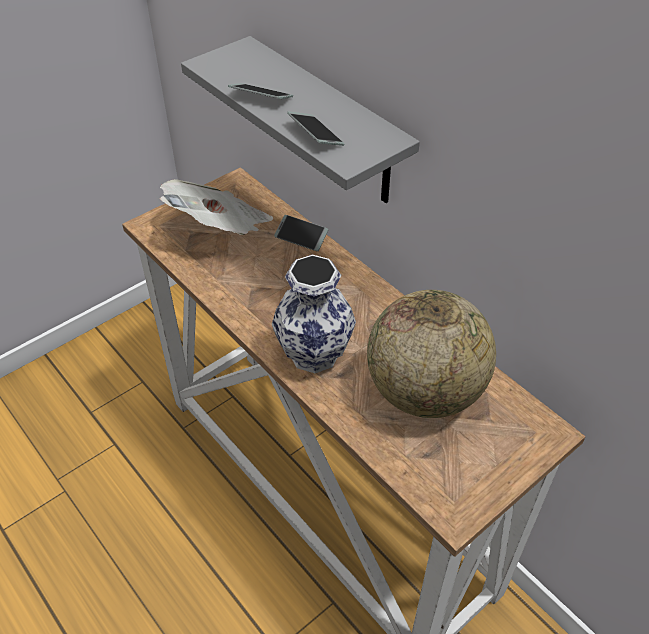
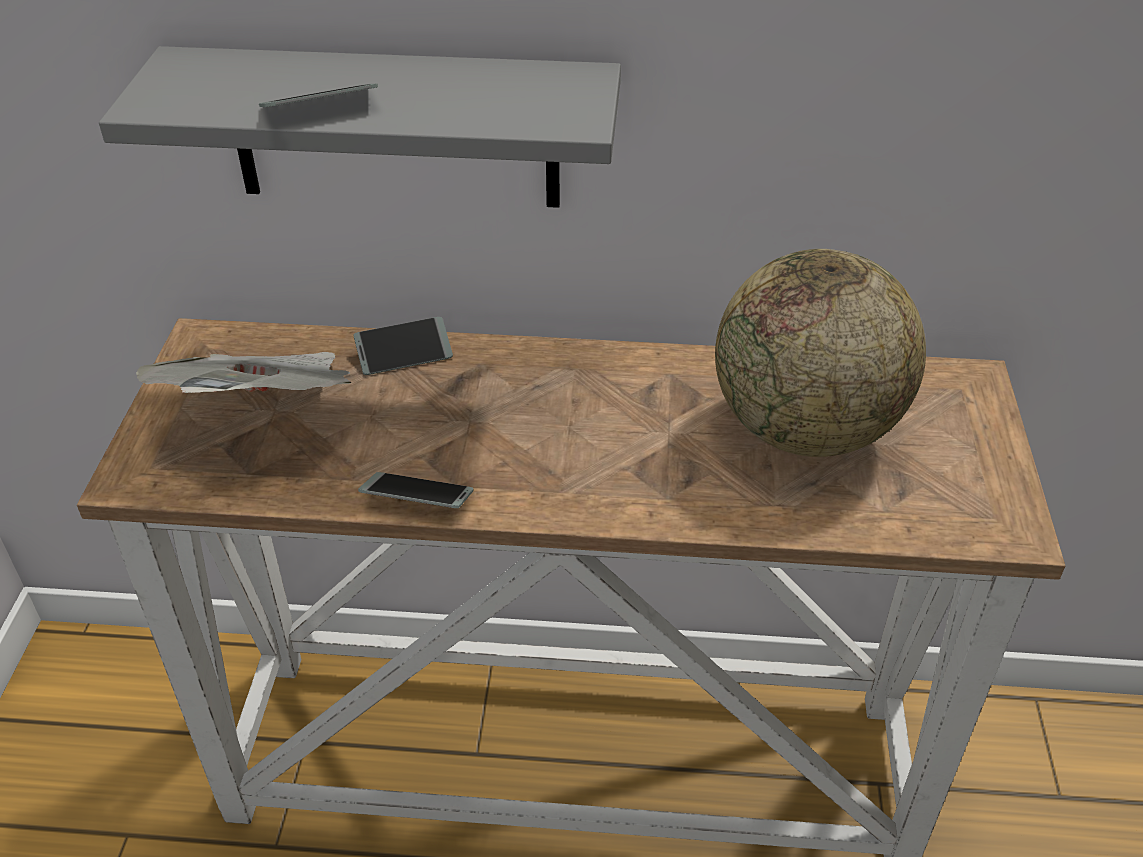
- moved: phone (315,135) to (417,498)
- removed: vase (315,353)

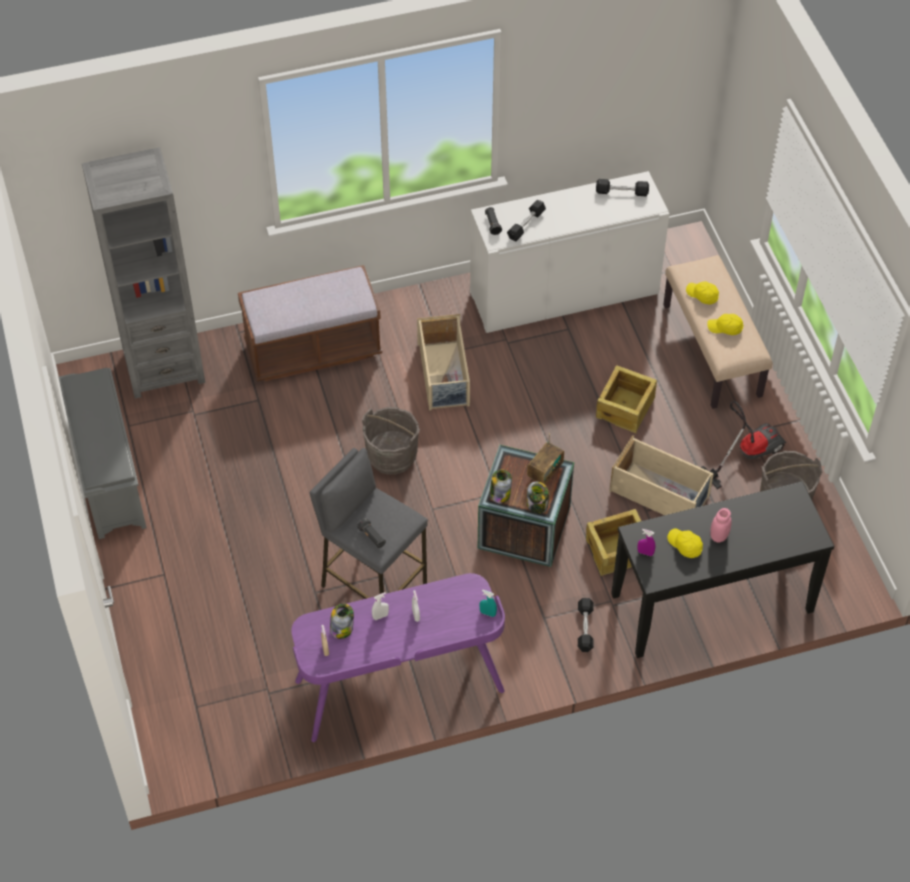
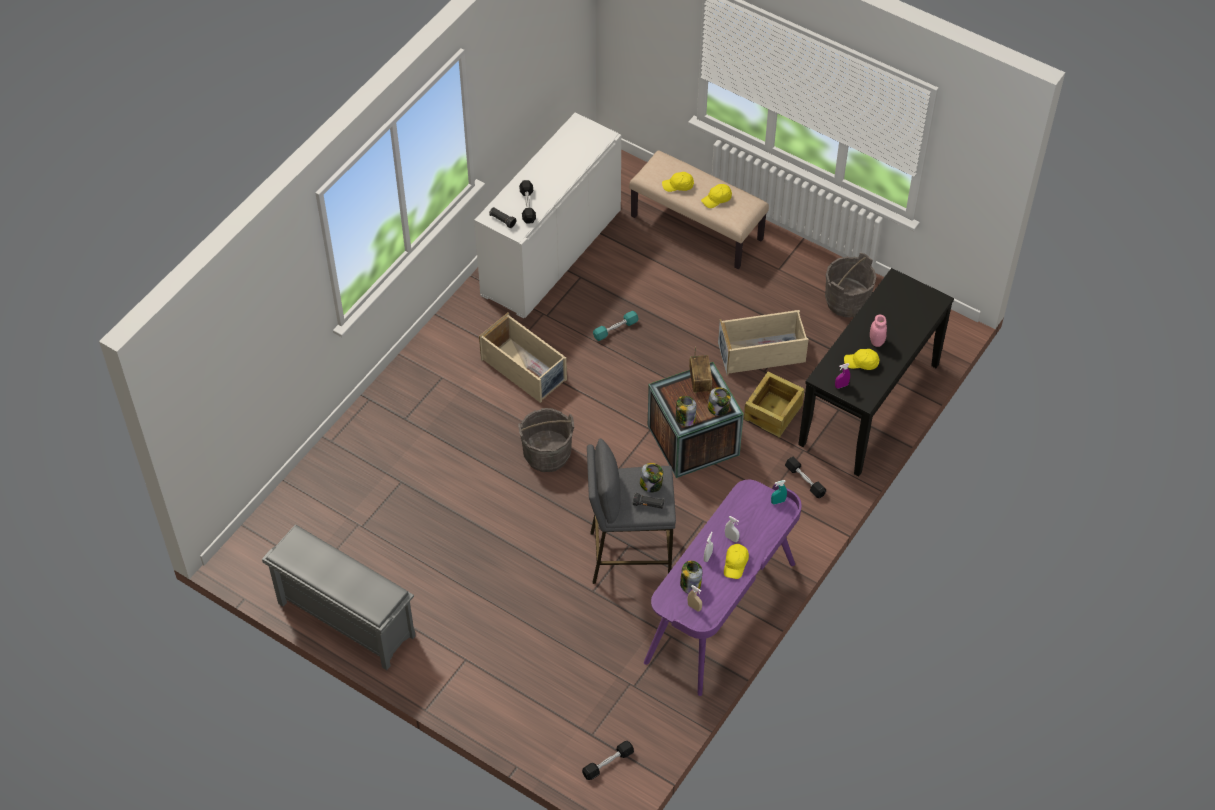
- moved: dumbbell (black) (622,192) to (608,763)
- added: dumbbell (turquoise) (615,329)
- added: jar (651,484)
- added: cap (yellow) (735,564)
- removed: bookcase (grey) (164,367)
- removed: bench (brown) (313,349)
- removed: crate (626,407)
- removed: vacuum cleaner (746,453)

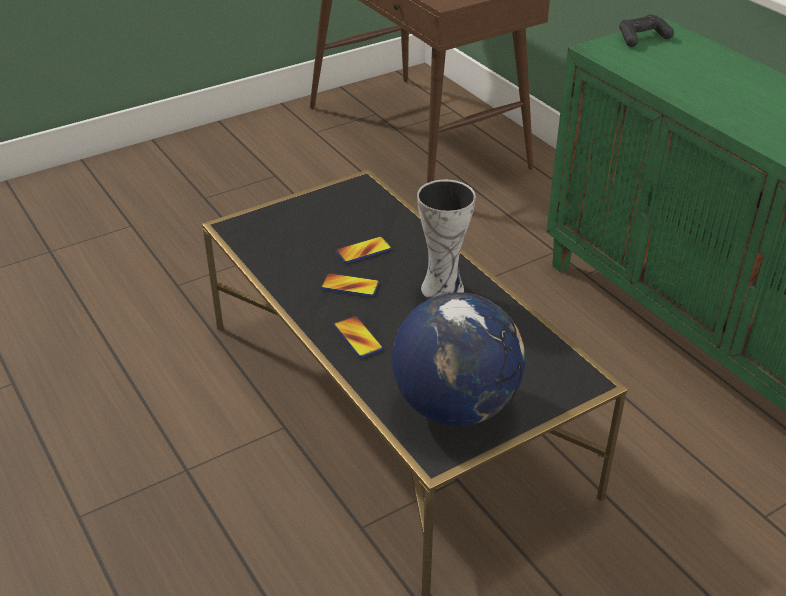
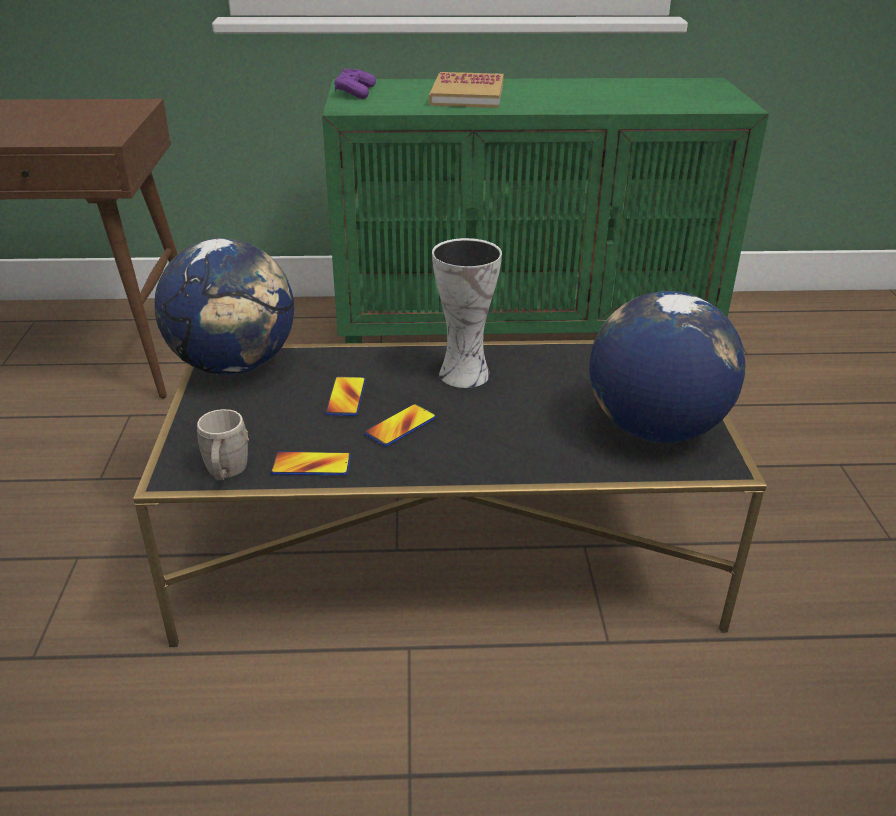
- added: globe (235,365)
- added: mug (grey) (226,473)
- moved: phone (357,337) to (311,465)
- recoloured: game controller (black) (642,38) to game controller (purple) (355,92)
- added: book (467,95)

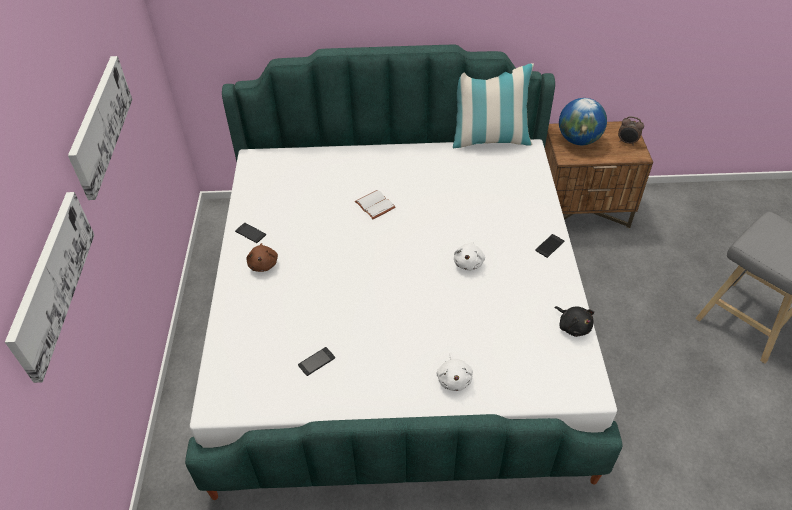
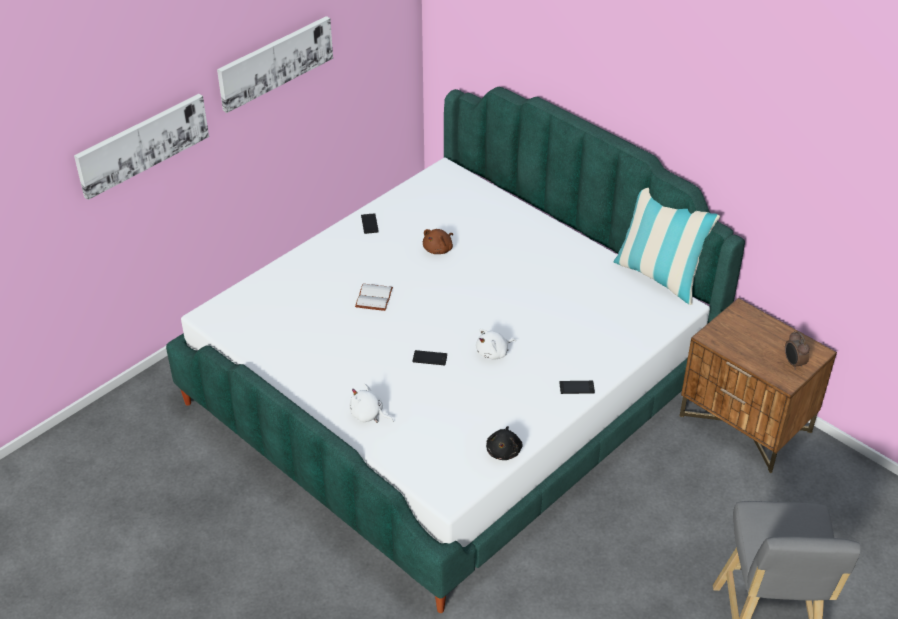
- turned: plush toy (white) (454,379) = (368,415) 75 degrees clockwise
- moved: book (white) (373,205) to (373,297)
- moved: phone (316,361) to (430,358)
- moved: plush toy (brown) (263,264) to (439,249)
- removed: globe (578,140)

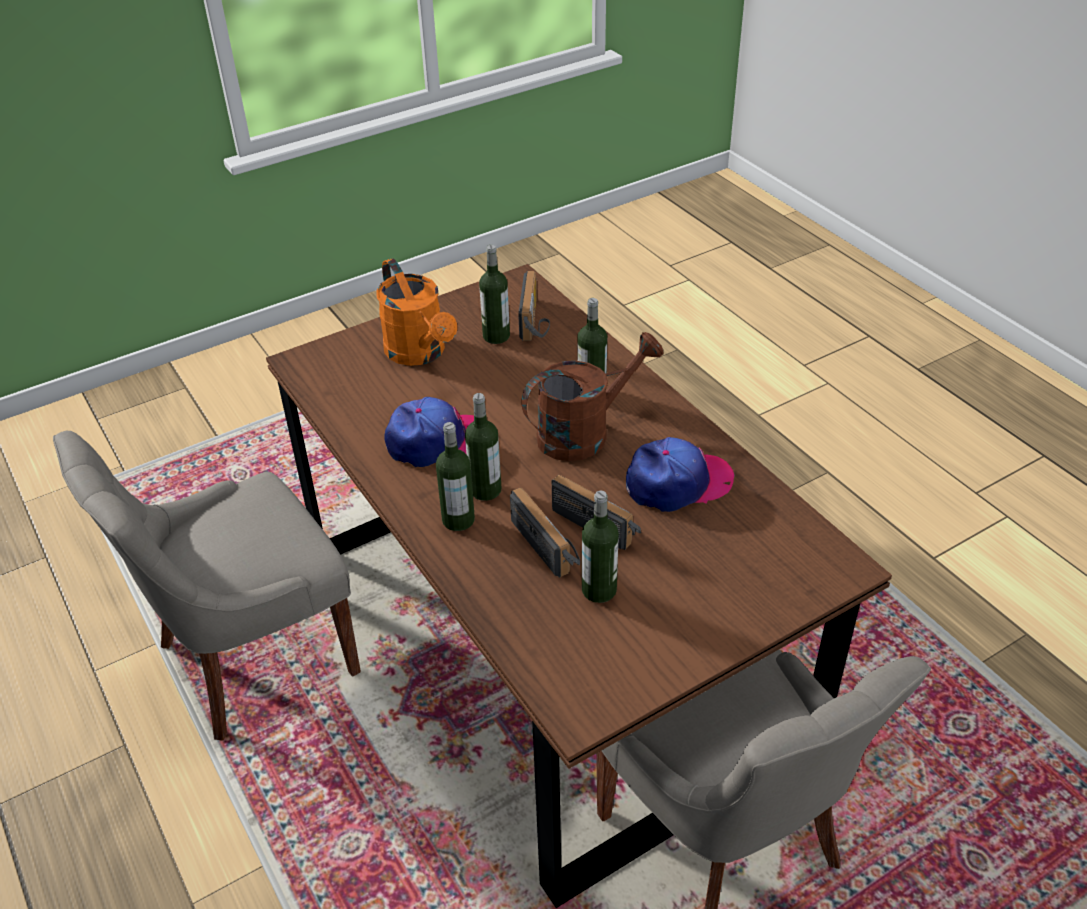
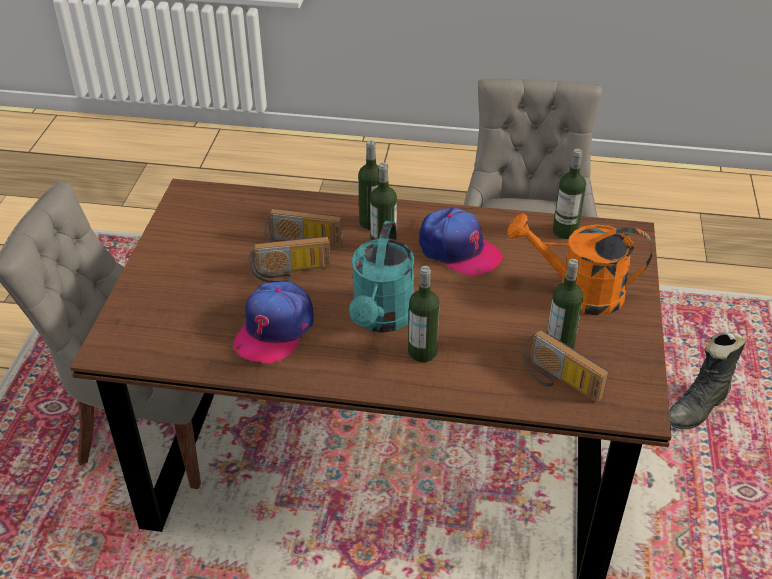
- recoloured: watering can (brown) (584,432) to watering can (turquoise) (381,319)
- turned: cap (437,441) = (458,250) 75 degrees counterclockwise
- moved: bottle (599,590) to (565,231)
- added: boot (black) (698,408)

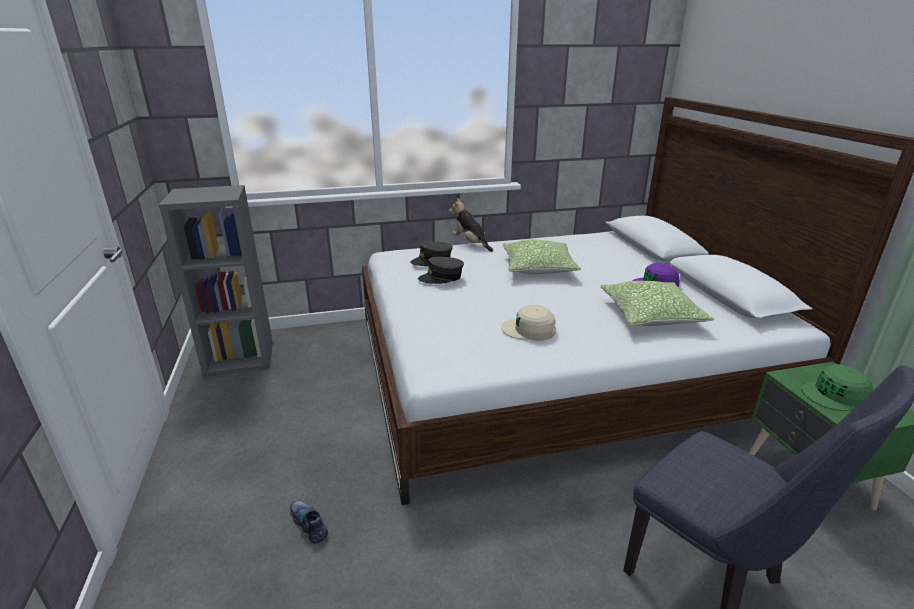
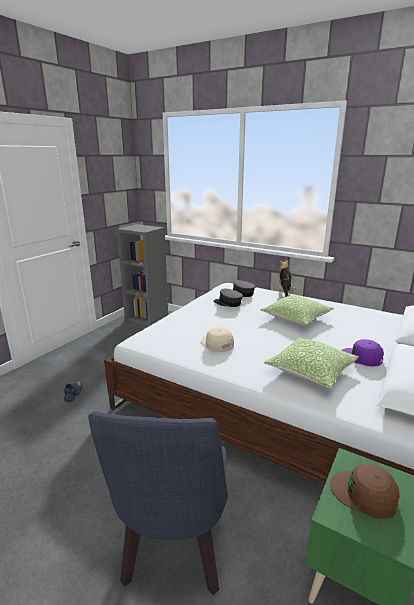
- recoloured: cap (green) (835,395) to cap (brown) (364,494)

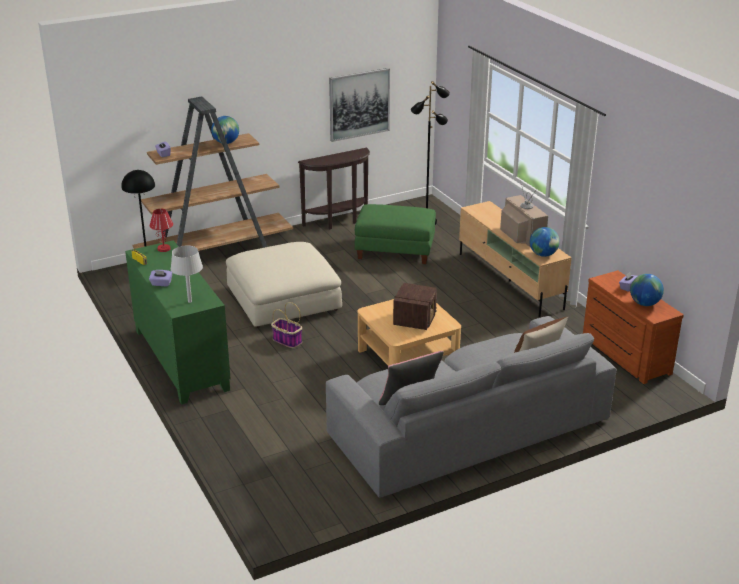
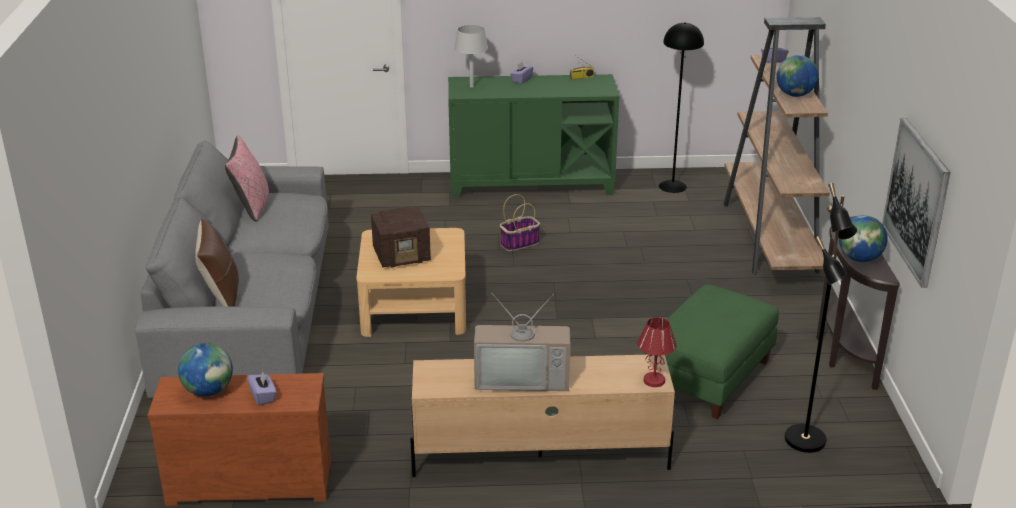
- turned: radio (415,320) = (402,256) 60 degrees counterclockwise
- moved: table lamp (red) (164,249) to (654,381)
- moved: globe (543,254) to (859,259)
- removed: ottoman (beige) (284,300)

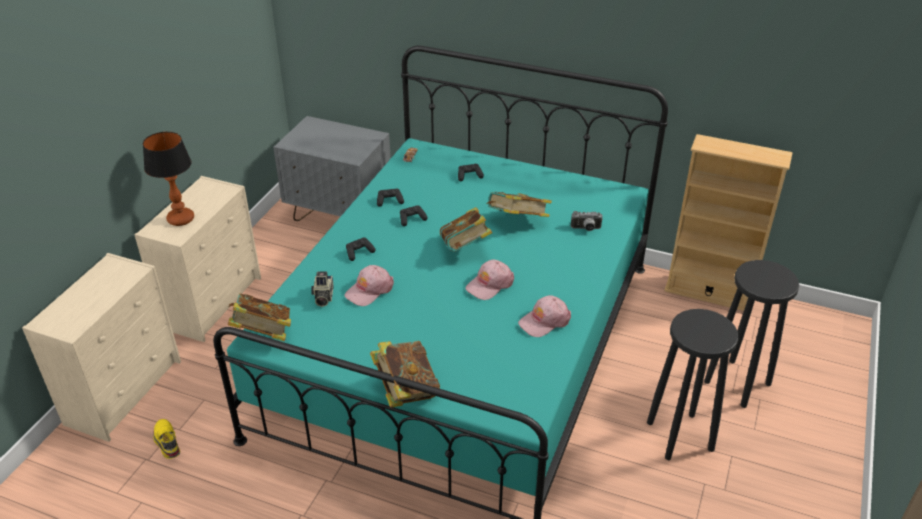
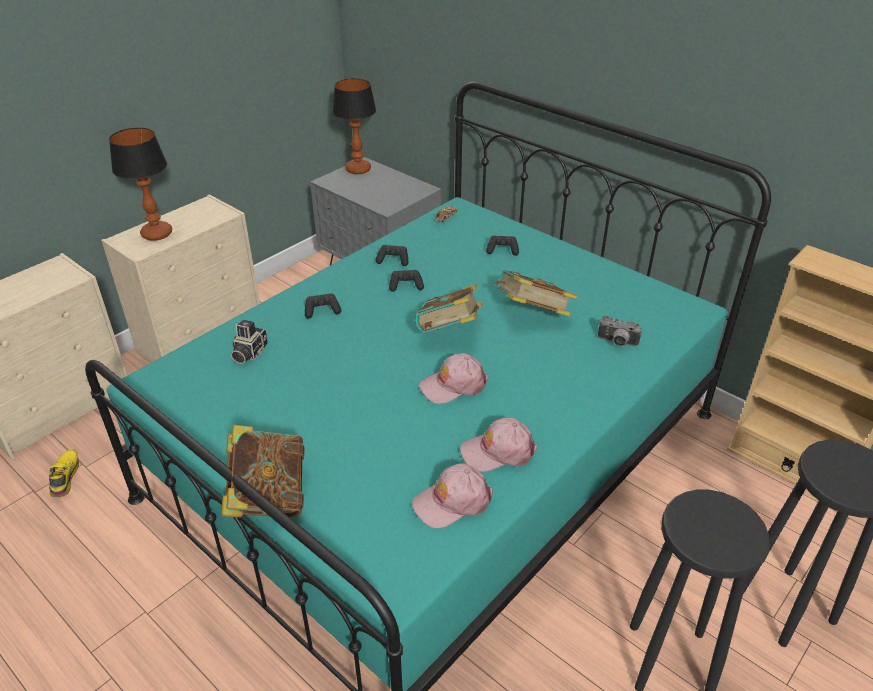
- added: table lamp (357,170)
- moved: cap (pink) (369,290) to (452,501)
- removed: book (263,334)

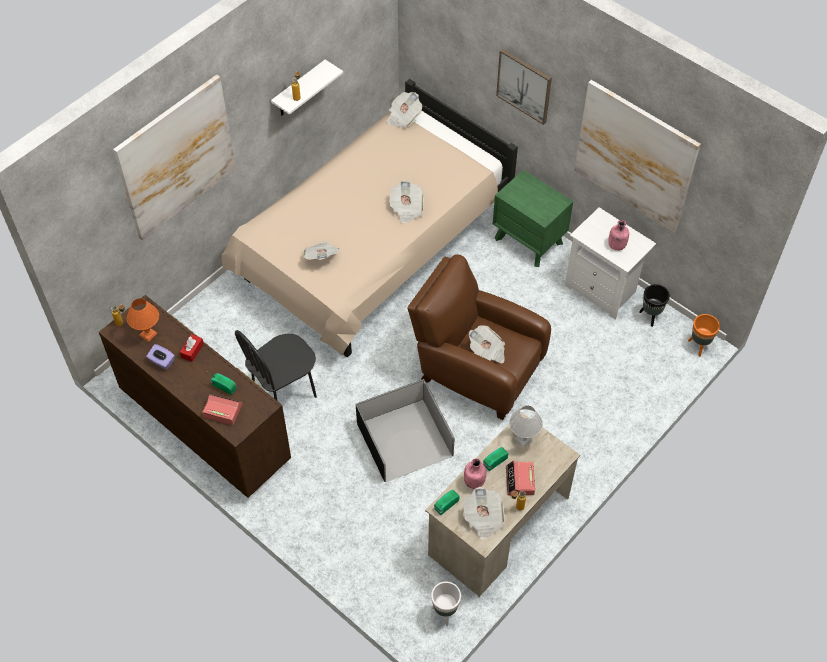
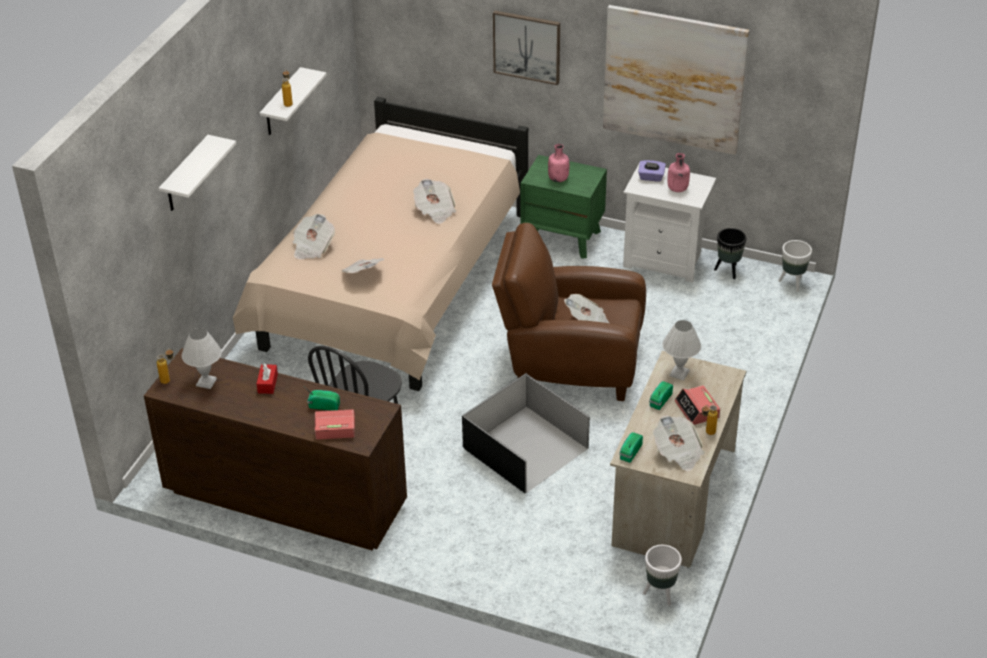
- replaced: picture (176,158) to shelf (white) (186,175)
- recoloured: table lamp (orange) (148,334) to table lamp (white) (206,382)
- moved: newspaper (403,117) to (312,247)
- moved: bottle (pink) (474,481) to (558,179)
- moved: tissue box (purple) (162,362) to (651,177)
- recoloured: planter (orange) (699,346) to planter (white) (792,283)

